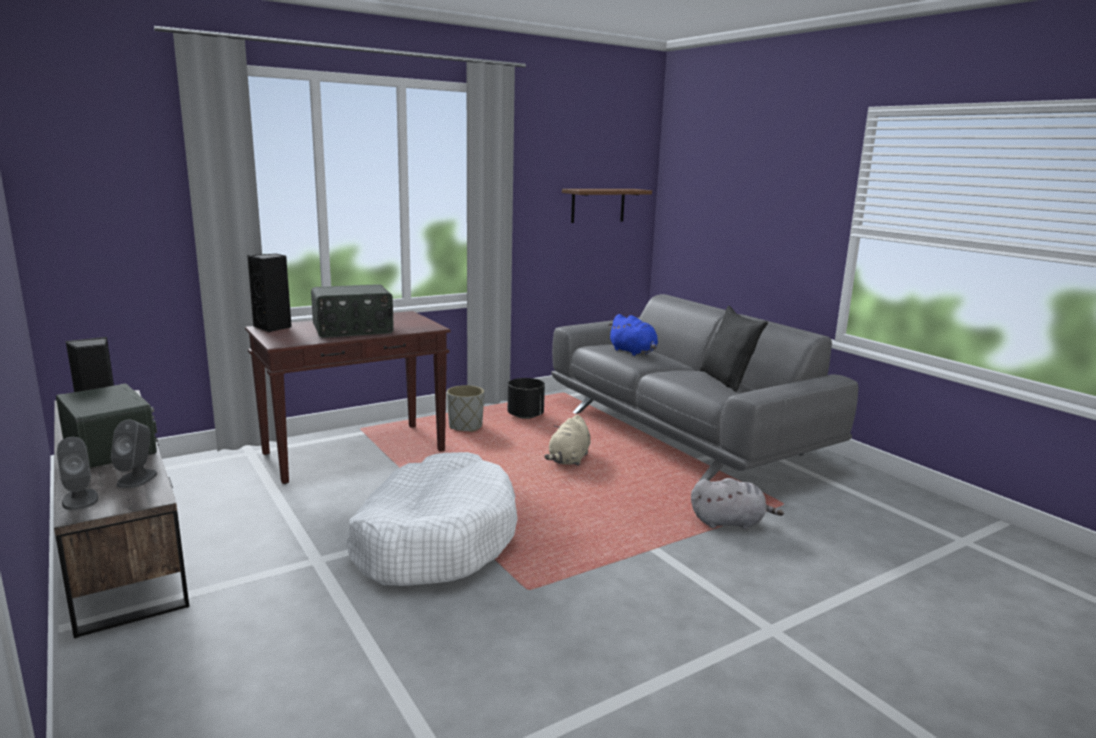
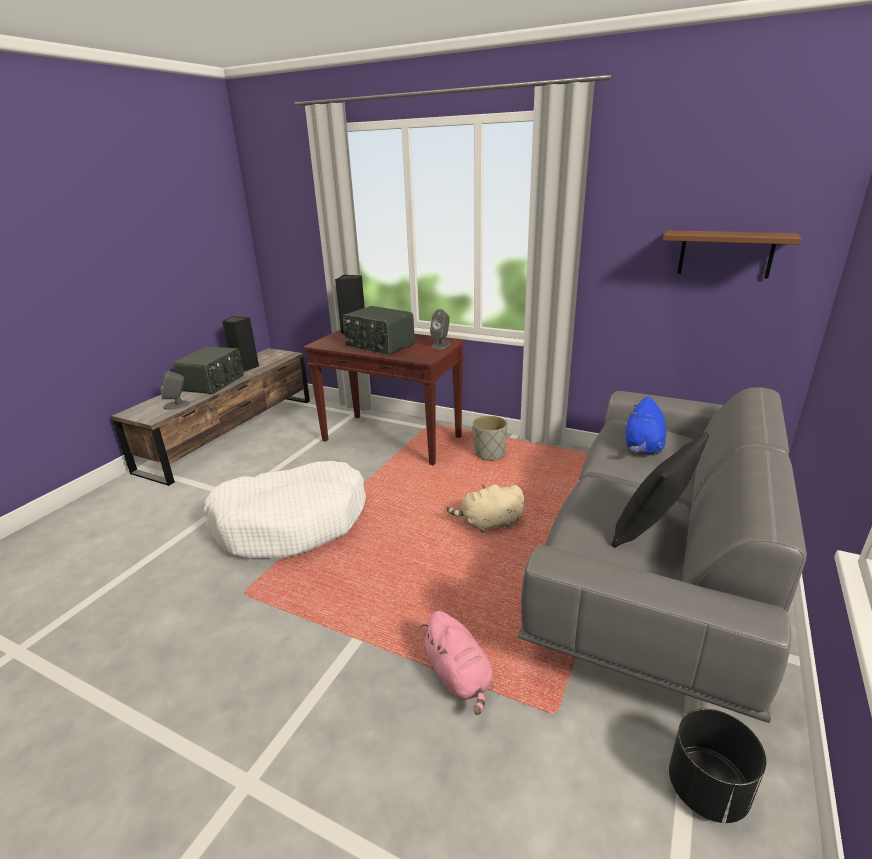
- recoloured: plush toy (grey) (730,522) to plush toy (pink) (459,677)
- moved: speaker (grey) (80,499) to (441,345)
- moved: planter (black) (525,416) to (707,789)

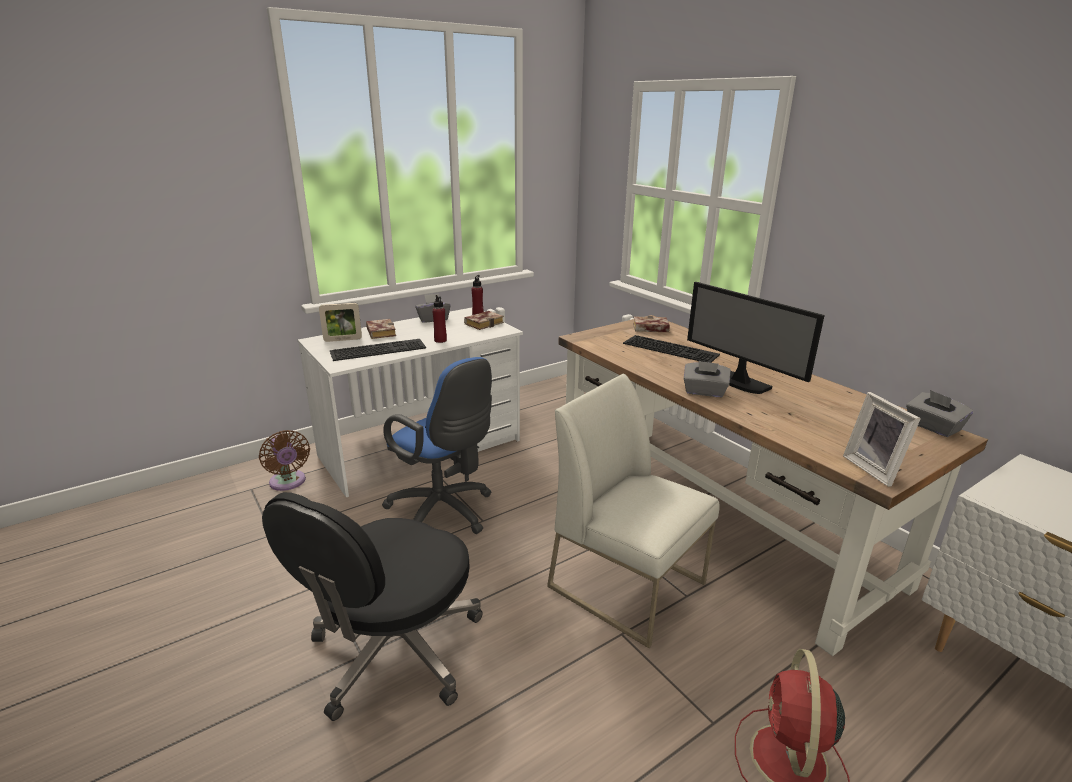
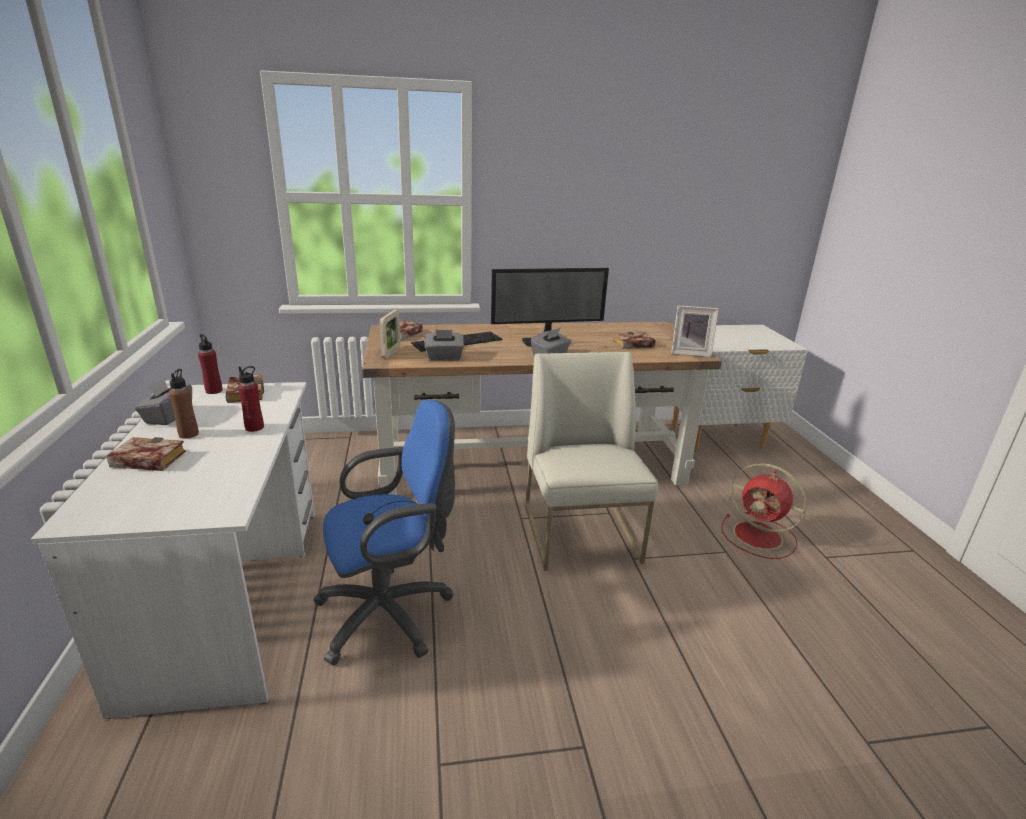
- added: bottle (brown) (189,434)
- moved: picture frame (343,339) to (391,352)
- moved: tissue box (grey) (932,427) to (444,357)
- turned: chair (white) (628,584) = (582,534) 105 degrees clockwise
- added: book (632,345)
- removed: fan (brown) (288,483)
- removed: office chair (black) (394,652)
- removed: keyboard (379,349)

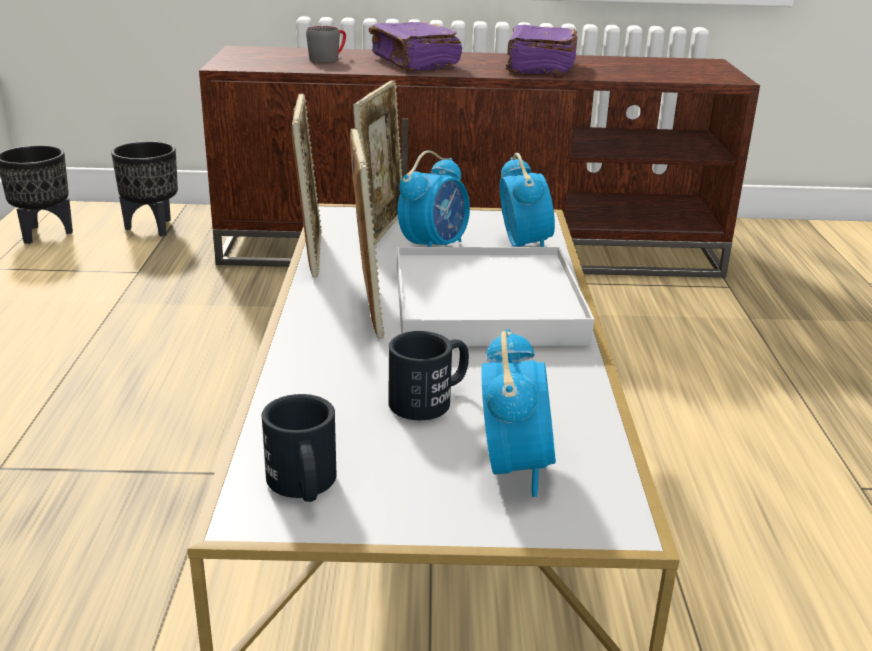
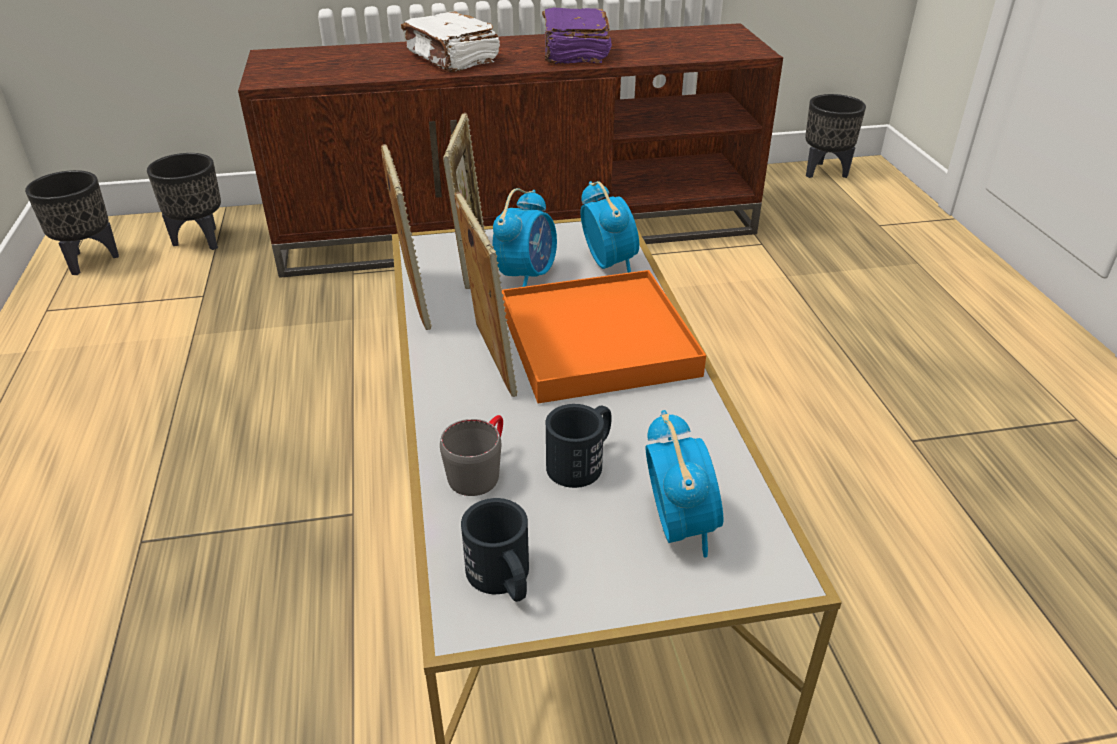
- recoloured: book (purple) (414,63) to book (white) (452,58)
- moved: mug (grey) (328,58) to (480,470)
- recoloured: tray (white) (487,305) to tray (orange) (597,341)
- added: planter (black) (823,172)

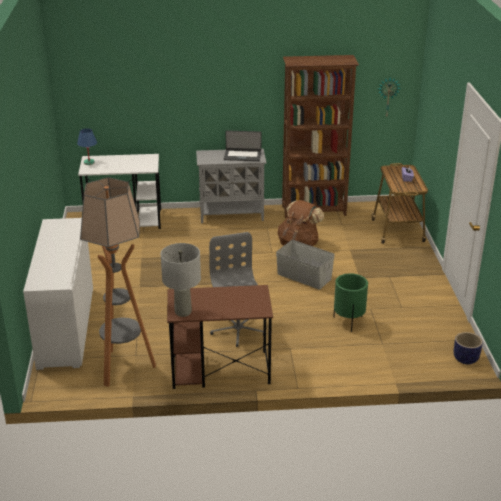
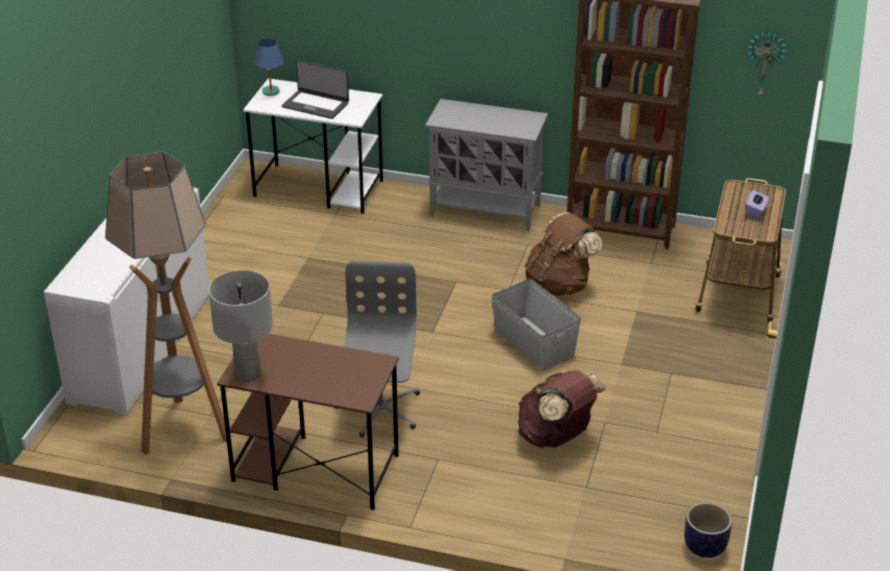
- moved: laptop (242,156) to (316,104)
- replaced: planter (green) (349,322) to backpack (brown) (556,437)

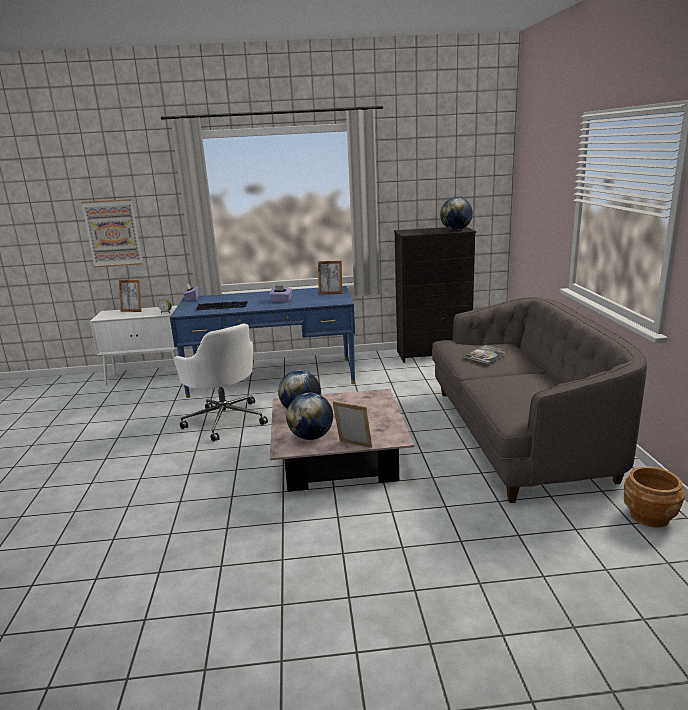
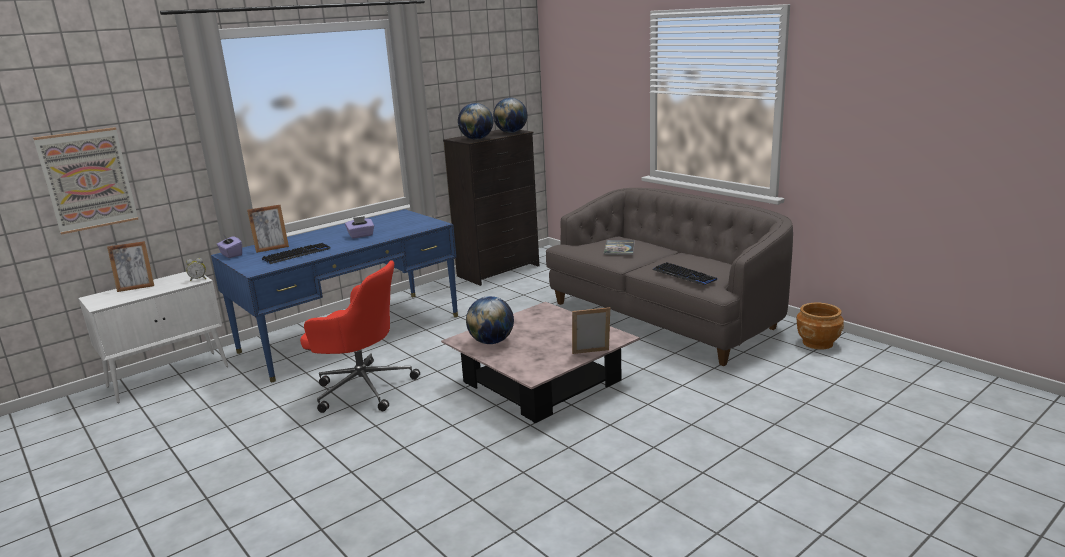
- moved: picture frame (331,293) to (272,248)
- recoloured: office chair (white) (225,419) to office chair (red) (362,388)
- moved: globe (311,437) to (477,139)
- added: keyboard (684,275)

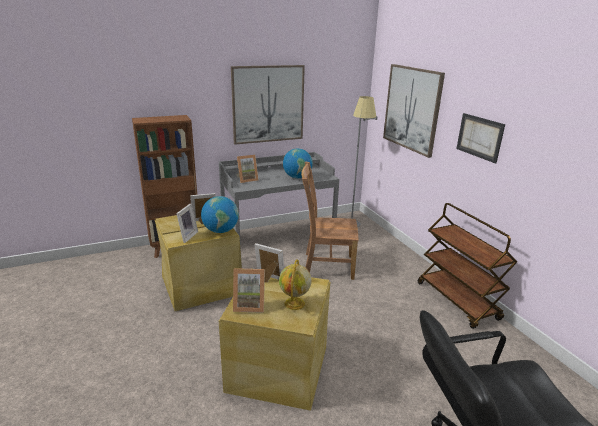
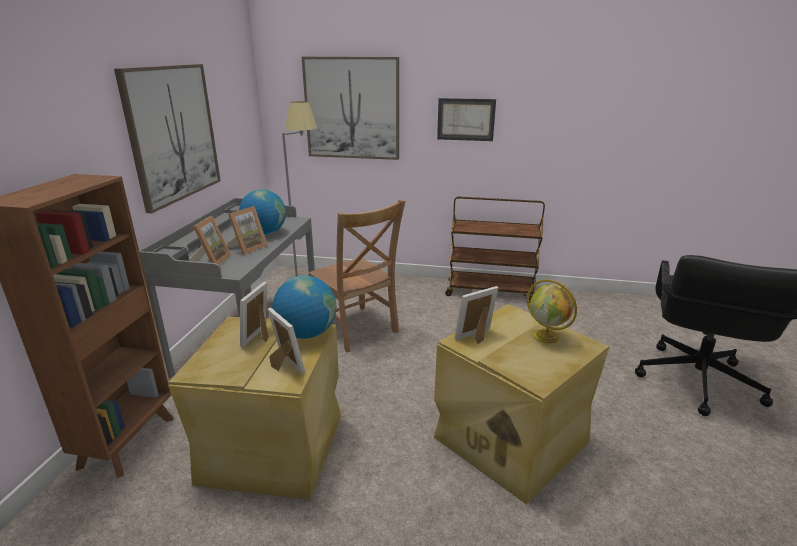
- moved: picture frame (249,305) to (248,248)
- turned: chair (brown) (326,265) = (357,329) 75 degrees counterclockwise

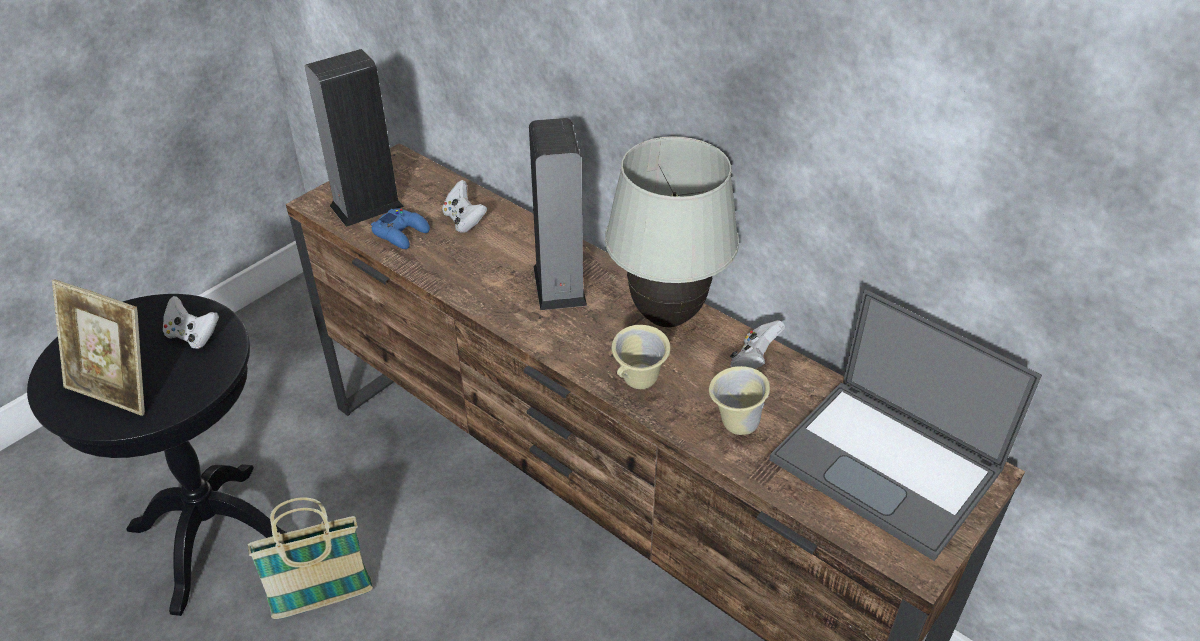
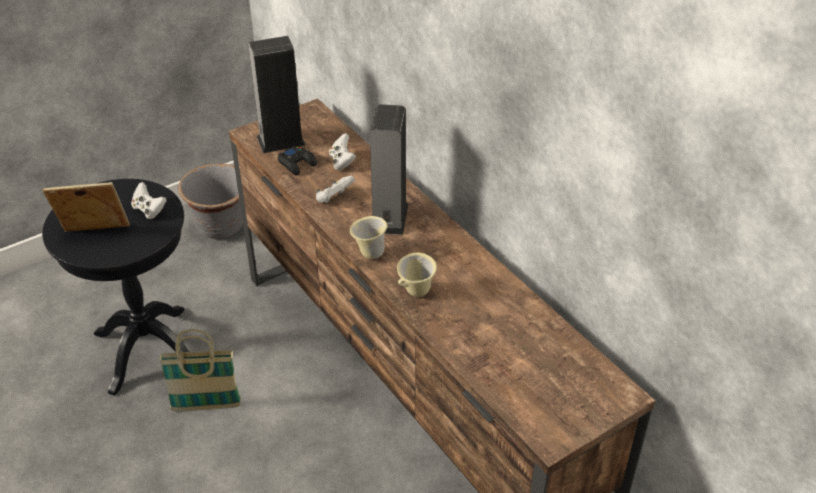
- turned: picture frame (117,389) = (95,236) 135 degrees clockwise
- added: planter (grey) (221,227)
- recoloured: game controller (blue) (401,233) to game controller (black) (297,164)
- moved: game controller (white) (754,361) to (334,198)
- moved: mug (beige) (734,426) to (369,254)
- removed: table lamp (white) (667,317)
- removed: laptop (888,466)

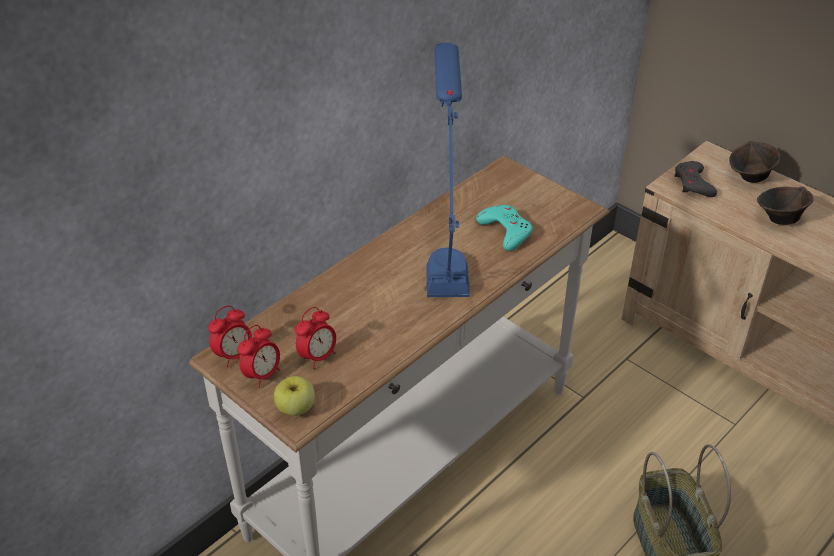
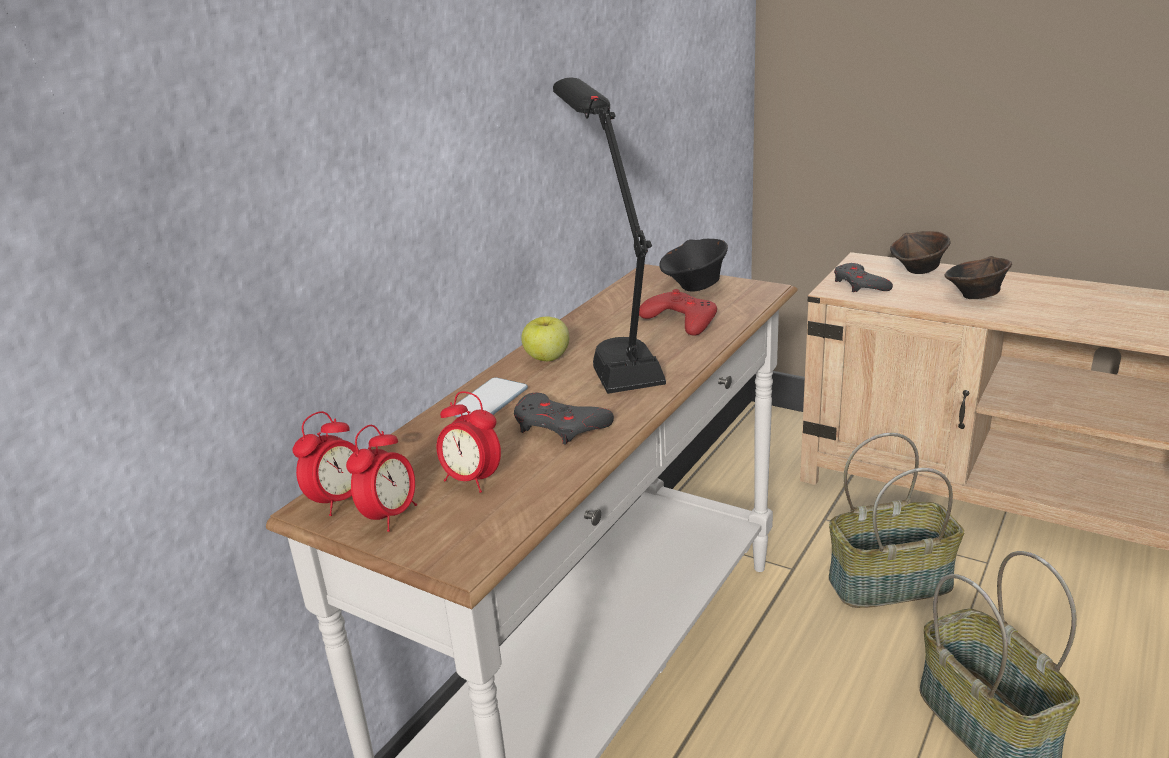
- turned: alarm clock (318,357) = (472,480) 90 degrees clockwise
- added: phone (488,402)
- added: game controller (grey) (559,426)
- moved: apple (296,408) to (547,358)
- recoloured: table lamp (blue) (446,249) to table lamp (black) (611,346)
- recoloured: game controller (turquoise) (505,231) to game controller (red) (681,320)
- added: bowl (black) (694,287)
- added: basket (890,581)

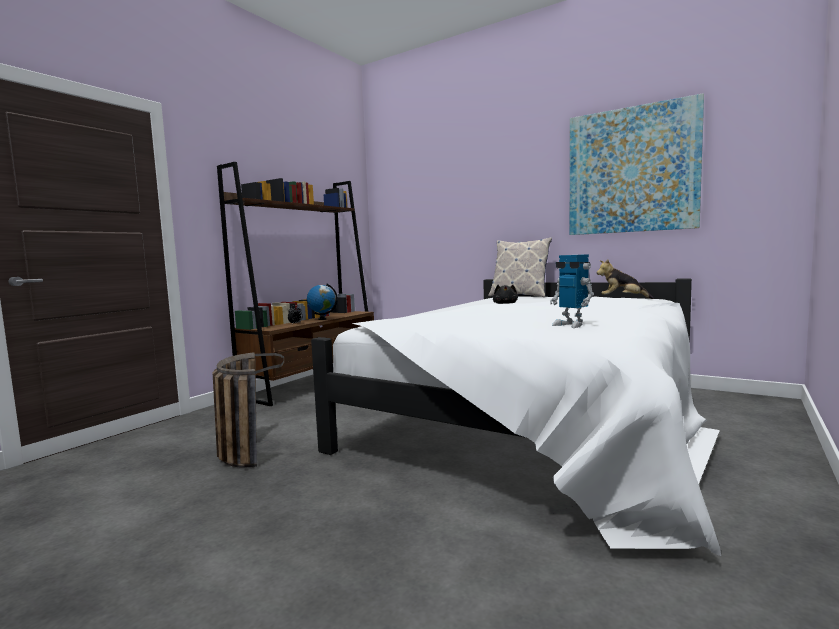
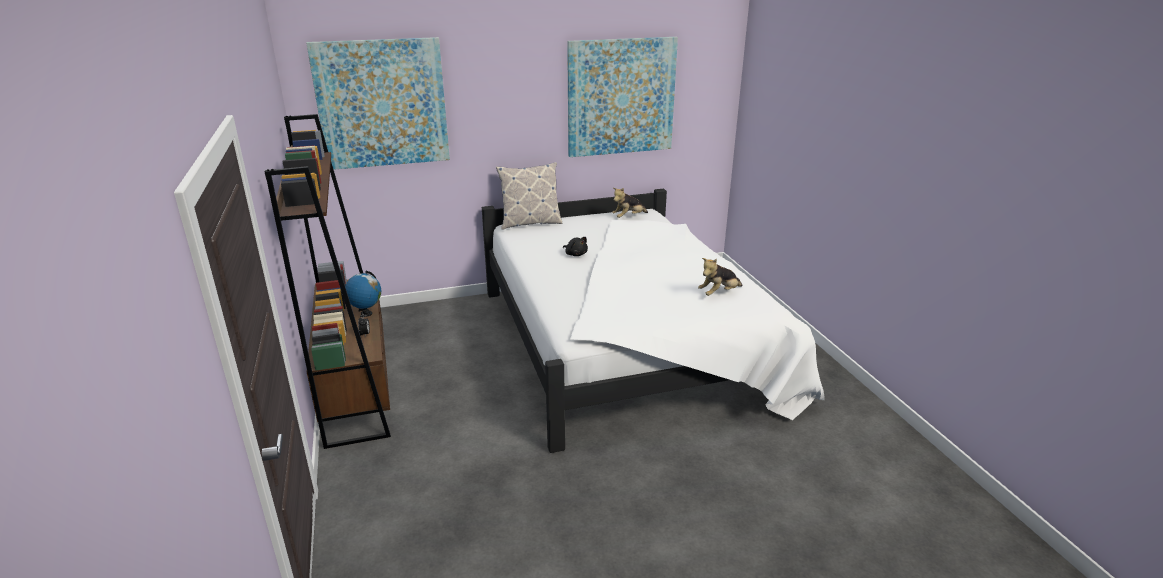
- added: picture (382,104)
- replaced: toy robot (571,325) to plush toy (719,293)
- removed: basket (245,450)

